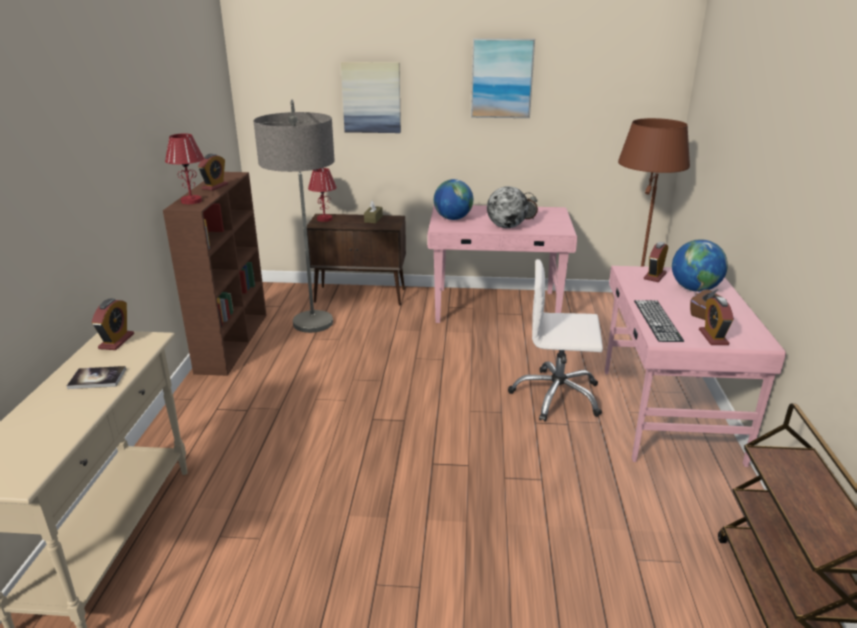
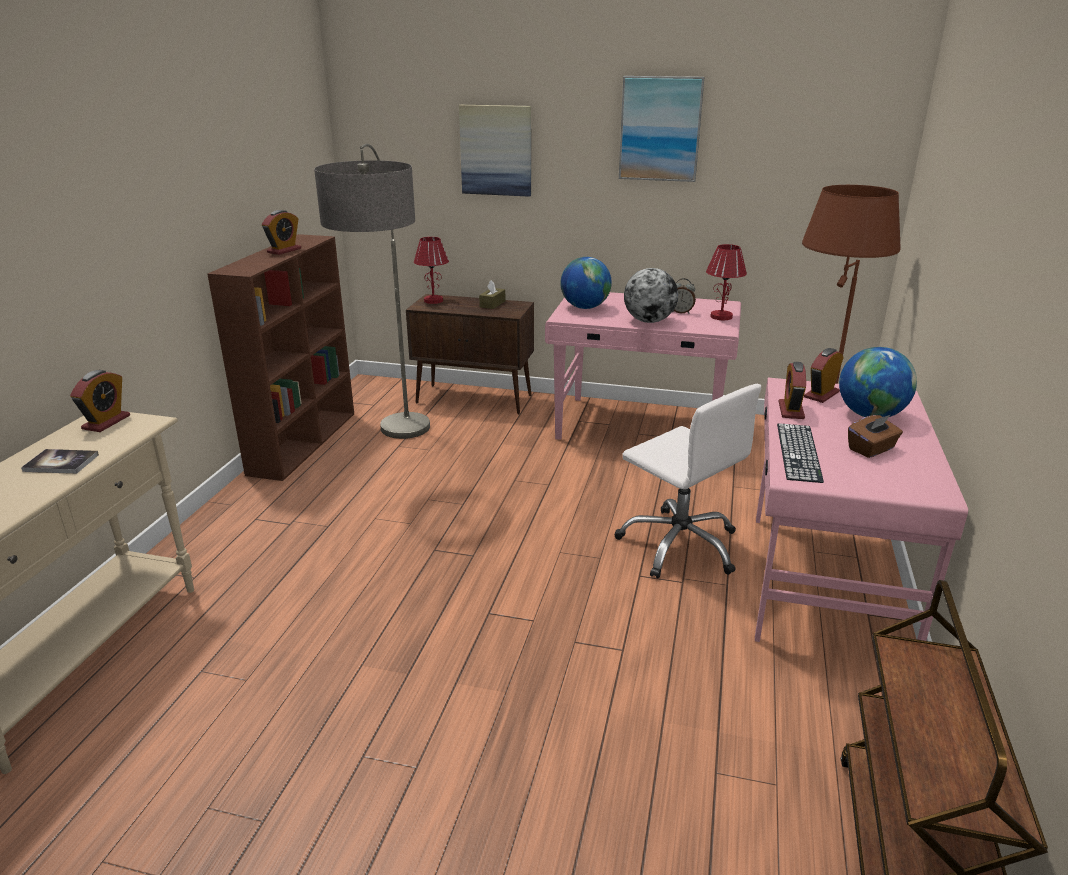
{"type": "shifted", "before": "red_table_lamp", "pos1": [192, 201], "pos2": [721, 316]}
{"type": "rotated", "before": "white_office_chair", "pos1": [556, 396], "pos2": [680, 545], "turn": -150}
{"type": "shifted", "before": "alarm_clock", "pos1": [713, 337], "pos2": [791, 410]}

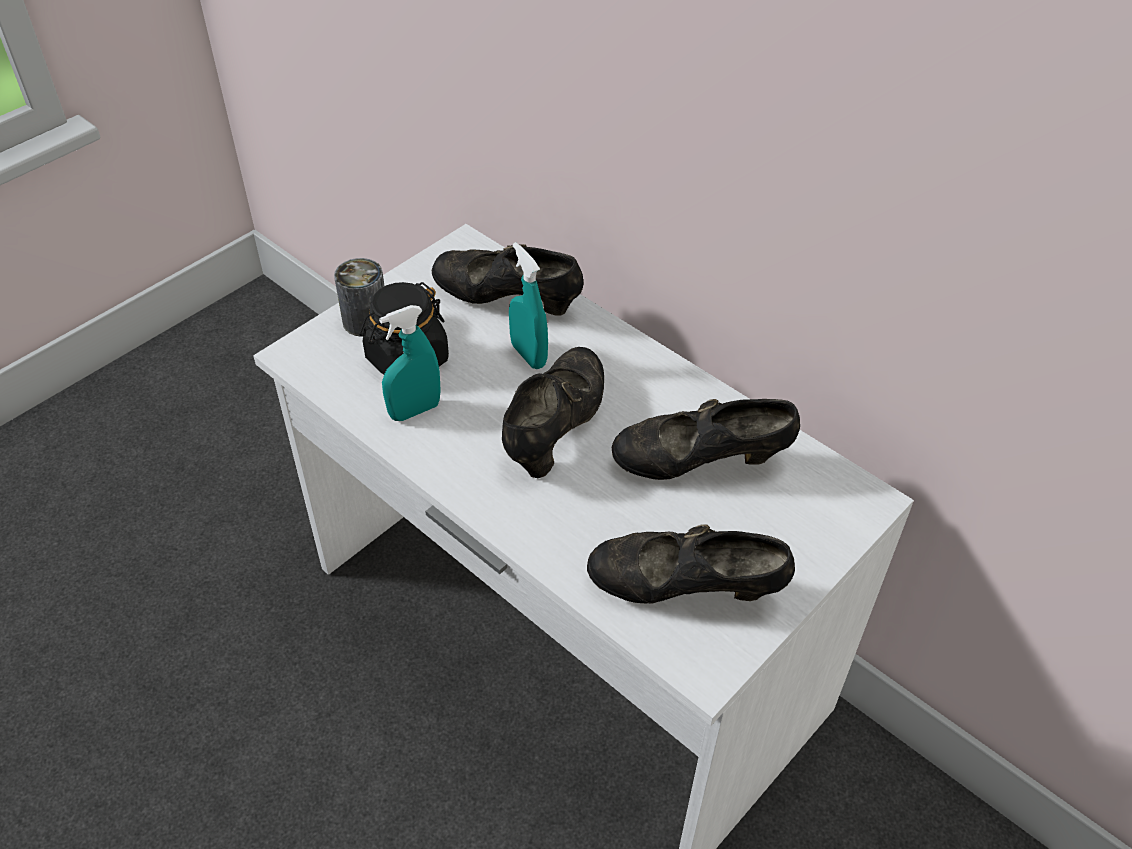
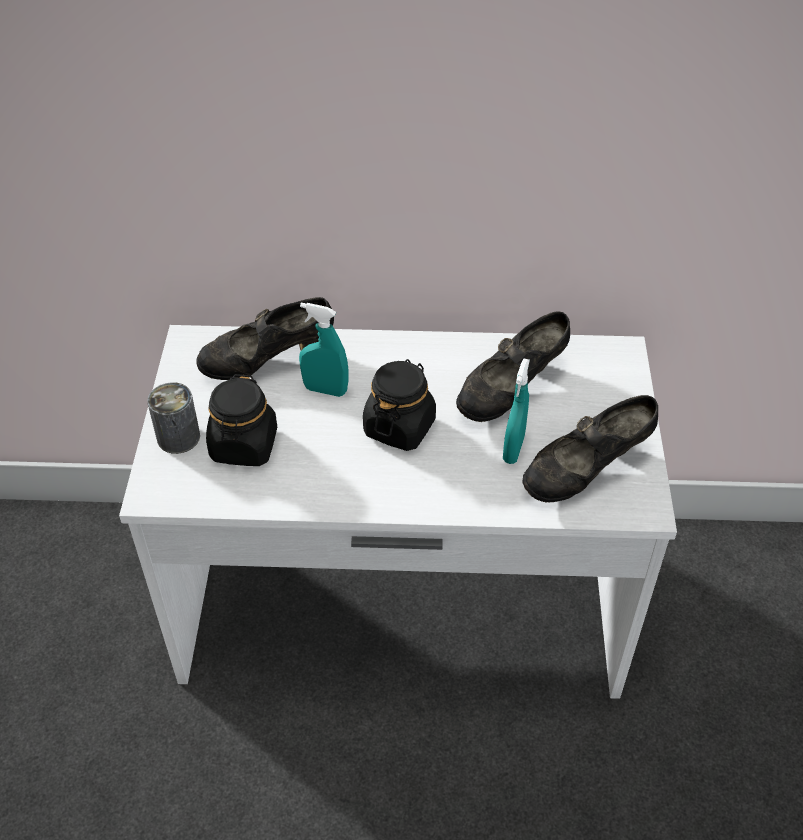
{"type": "shifted", "before": "turquoise_spray_bottle", "pos1": [415, 410], "pos2": [513, 449]}
{"type": "swapped", "before": "black_shoe", "after": "black_jar", "pos1": [555, 429], "pos2": [399, 427]}

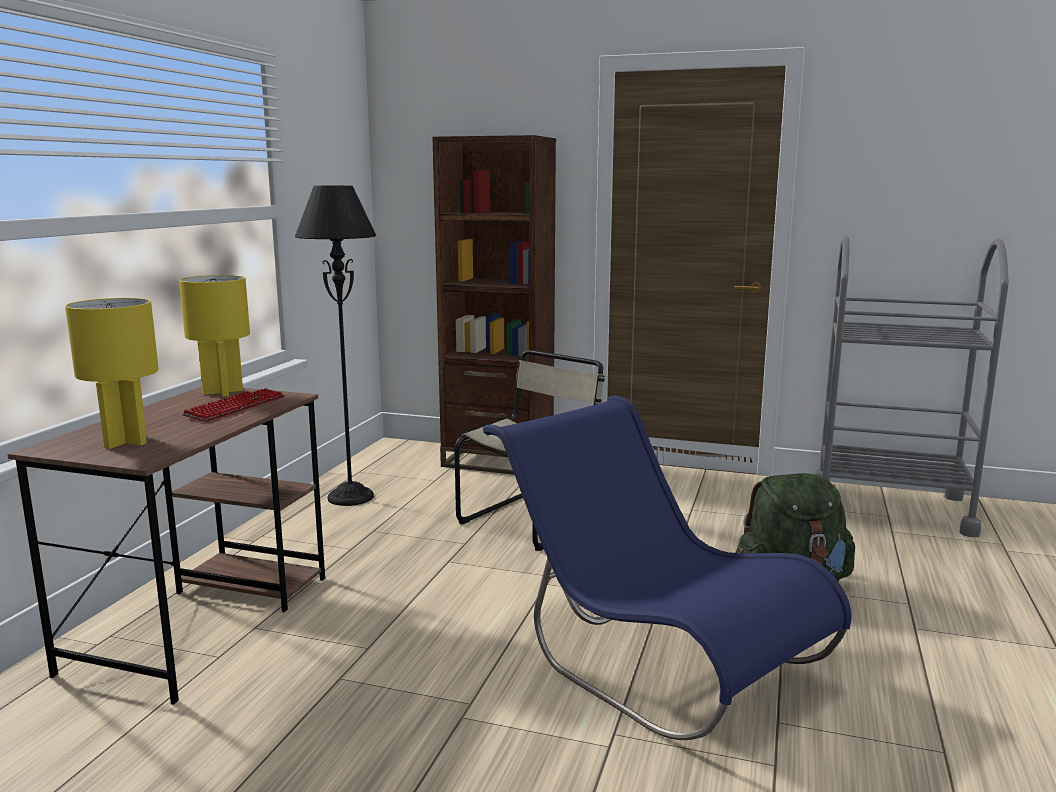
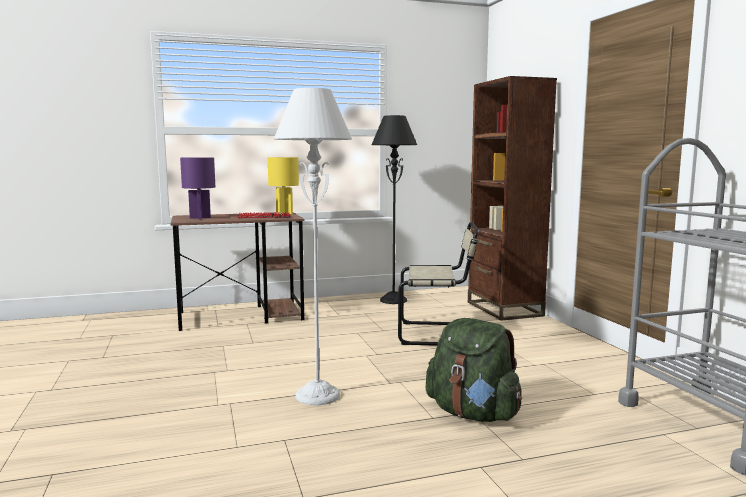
{"type": "repainted", "before": "yellow_table_lamp", "after": "purple_table_lamp", "pos1": [124, 442], "pos2": [200, 218]}
{"type": "swapped", "before": "blue_chair", "after": "grey_floor_lamp", "pos1": [653, 657], "pos2": [318, 395]}

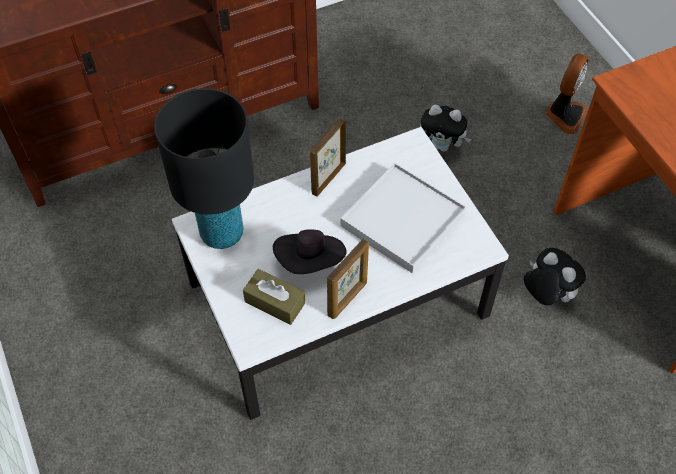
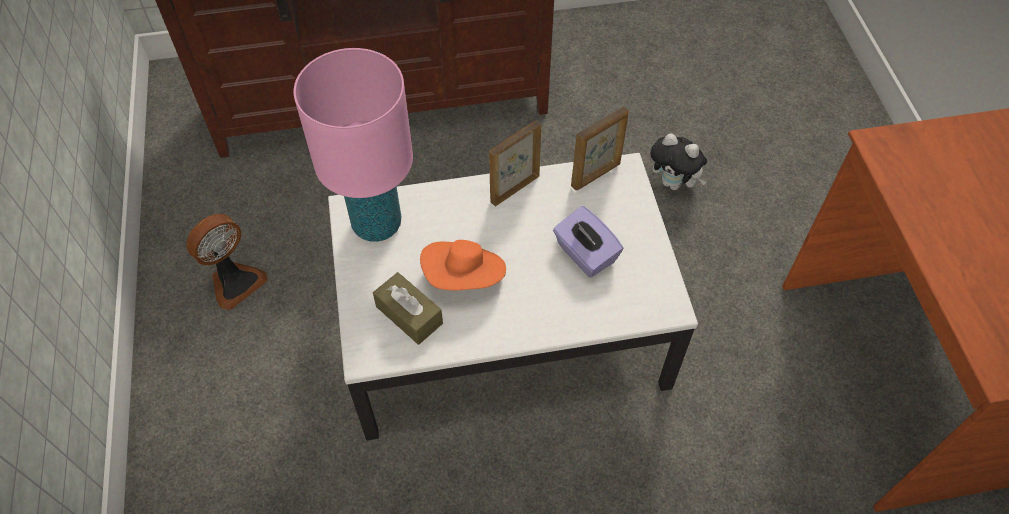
{"type": "shifted", "before": "fan", "pos1": [564, 115], "pos2": [235, 281]}
{"type": "repainted", "before": "black_table_lamp", "after": "pink_table_lamp", "pos1": [221, 233], "pos2": [376, 224]}
{"type": "swapped", "before": "white_tray", "after": "purple_tissue_box", "pos1": [403, 220], "pos2": [585, 254]}
{"type": "repainted", "before": "black_hat", "after": "orange_hat", "pos1": [310, 261], "pos2": [464, 277]}
{"type": "shifted", "before": "picture_frame", "pos1": [348, 299], "pos2": [596, 175]}
{"type": "gone", "before": "plush_toy", "pos1": [546, 295]}

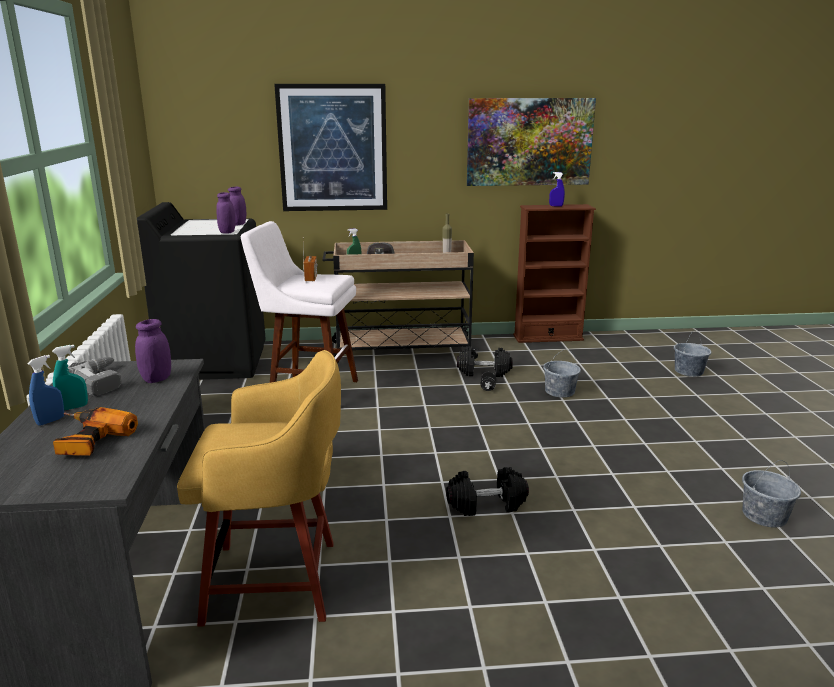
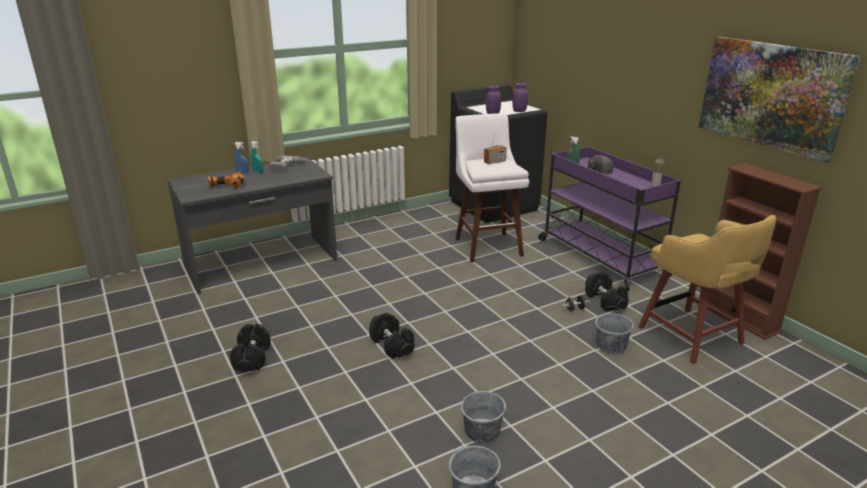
{"type": "gone", "before": "picture", "pos1": [333, 148]}
{"type": "gone", "before": "blue_spray_bottle", "pos1": [556, 206]}
{"type": "repainted", "before": "beige_cart", "after": "purple_cart", "pos1": [400, 350], "pos2": [599, 257]}
{"type": "gone", "before": "purple_jar", "pos1": [157, 379]}
{"type": "shifted", "before": "grey_bucket", "pos1": [688, 371], "pos2": [482, 431]}
{"type": "shifted", "before": "yellow_stool", "pos1": [277, 582], "pos2": [692, 337]}
{"type": "new", "after": "black_dumbbell", "pos2": [252, 358]}

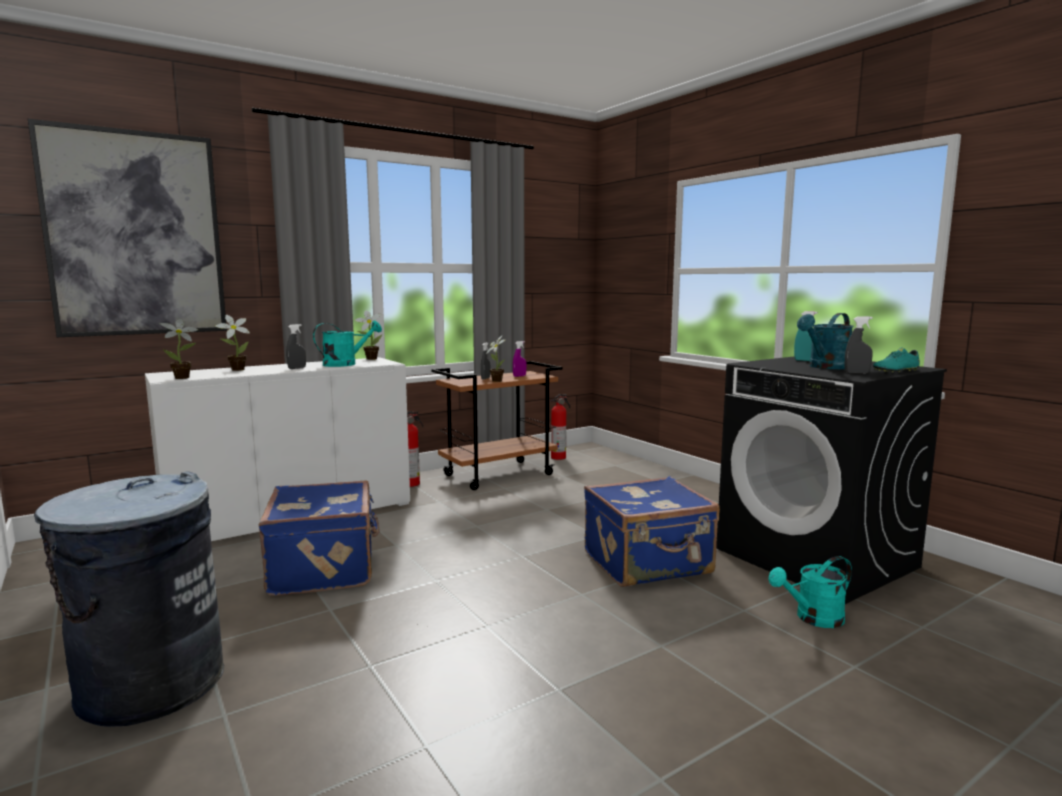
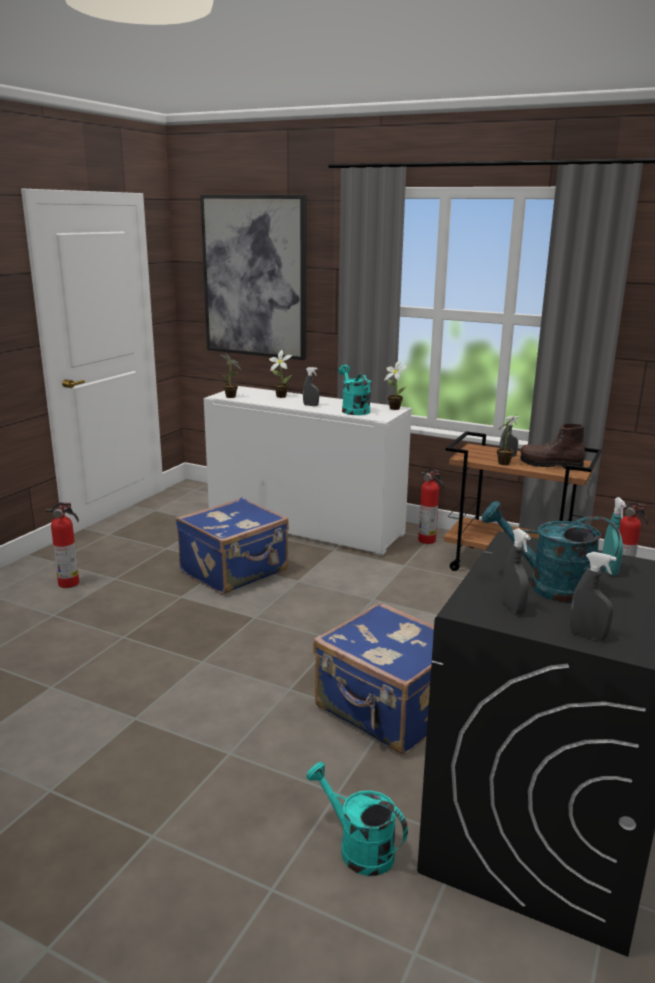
{"type": "rotated", "before": "turquoise_watering_can", "pos1": [346, 364], "pos2": [353, 410], "turn": -135}
{"type": "swapped", "before": "purple_spray_bottle", "after": "brown_boot", "pos1": [519, 376], "pos2": [550, 465]}
{"type": "swapped", "before": "turquoise_shoe", "after": "grey_spray_bottle", "pos1": [895, 371], "pos2": [587, 635]}
{"type": "swapped", "before": "grey_trash_can", "after": "fire_extinguisher", "pos1": [150, 684], "pos2": [70, 583]}

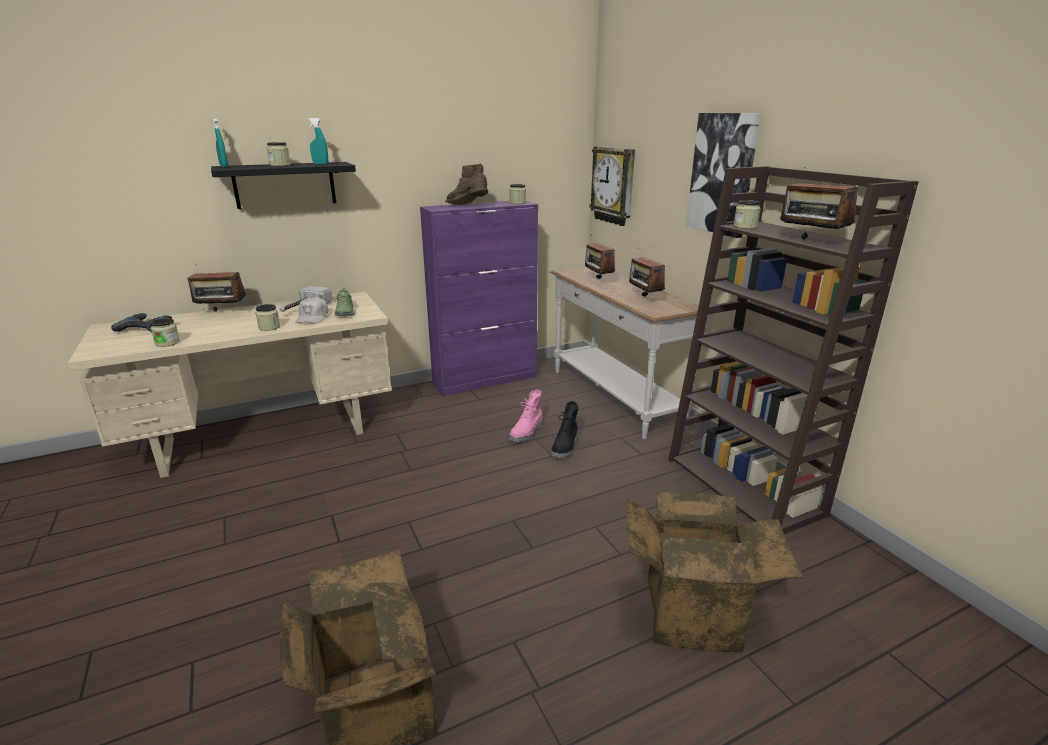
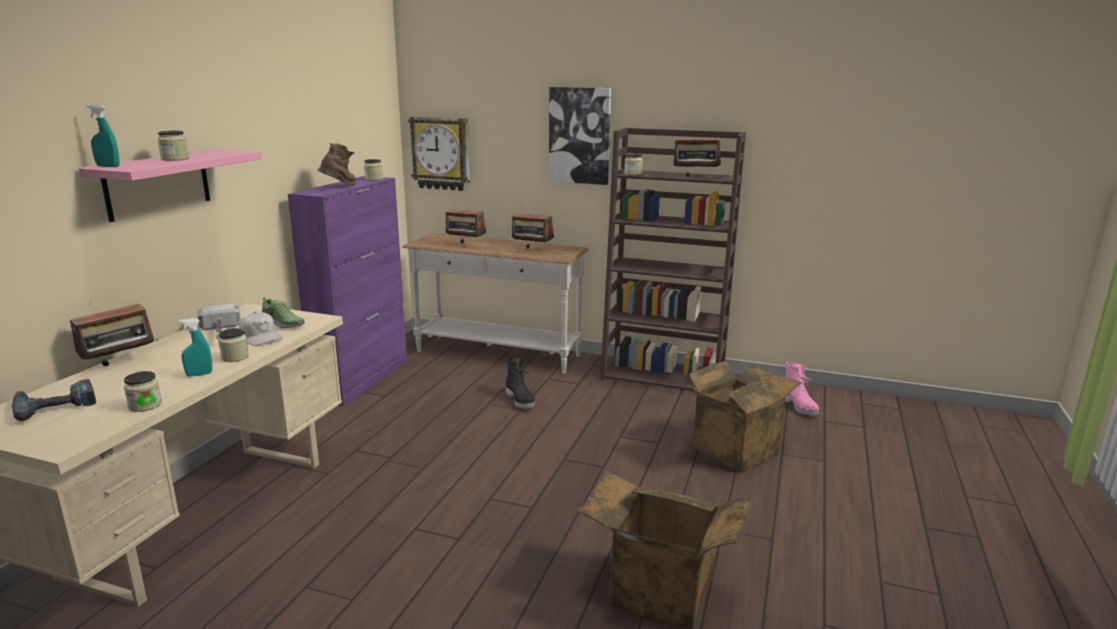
{"type": "shifted", "before": "turquoise_spray_bottle", "pos1": [320, 164], "pos2": [199, 374]}
{"type": "repainted", "before": "black_shelf", "after": "pink_shelf", "pos1": [285, 185], "pos2": [158, 184]}
{"type": "rotated", "before": "brown_boot", "pos1": [468, 206], "pos2": [340, 187], "turn": 120}
{"type": "shifted", "before": "pink_boot", "pos1": [527, 433], "pos2": [800, 407]}

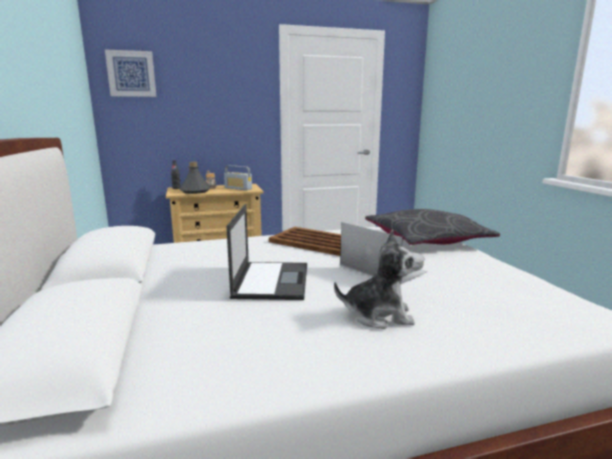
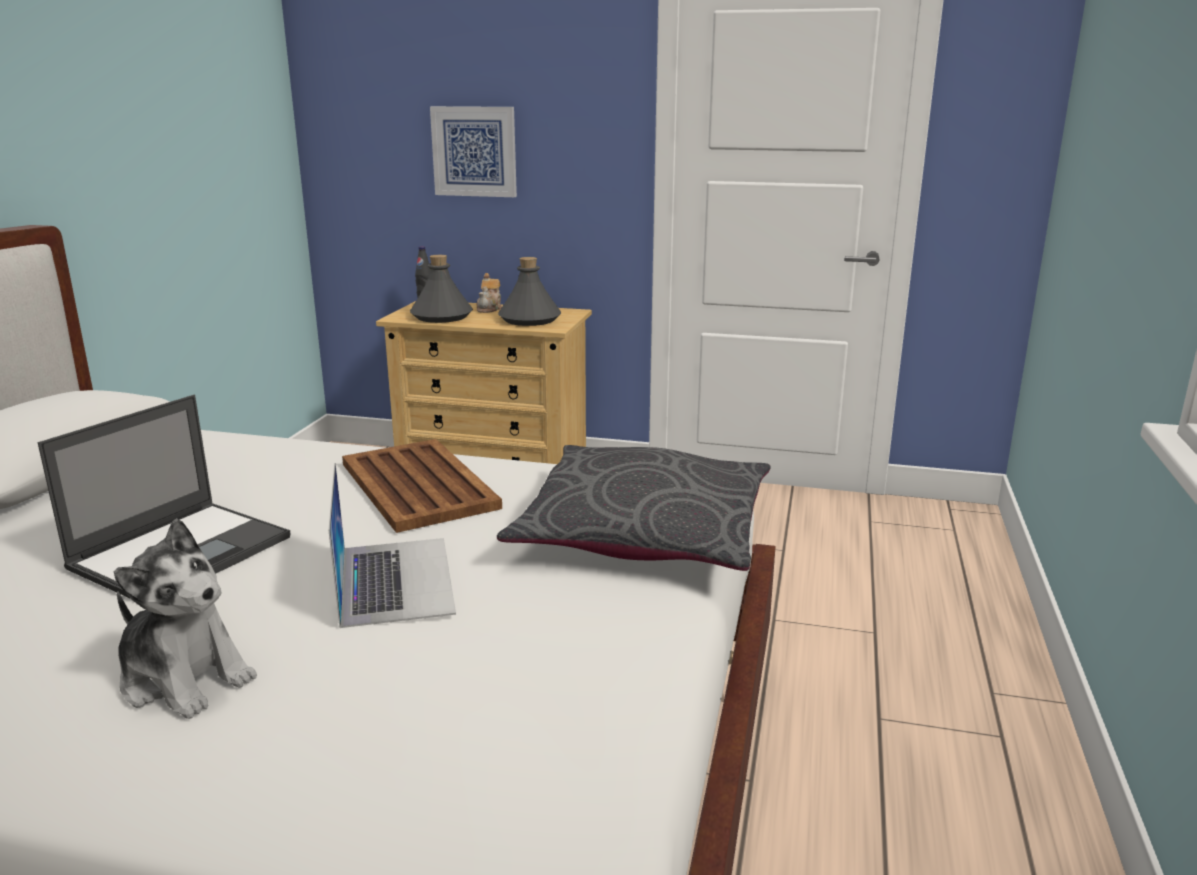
{"type": "shifted", "before": "picture", "pos1": [131, 74], "pos2": [474, 151]}
{"type": "swapped", "before": "radio", "after": "grey_bottle", "pos1": [238, 188], "pos2": [530, 319]}

